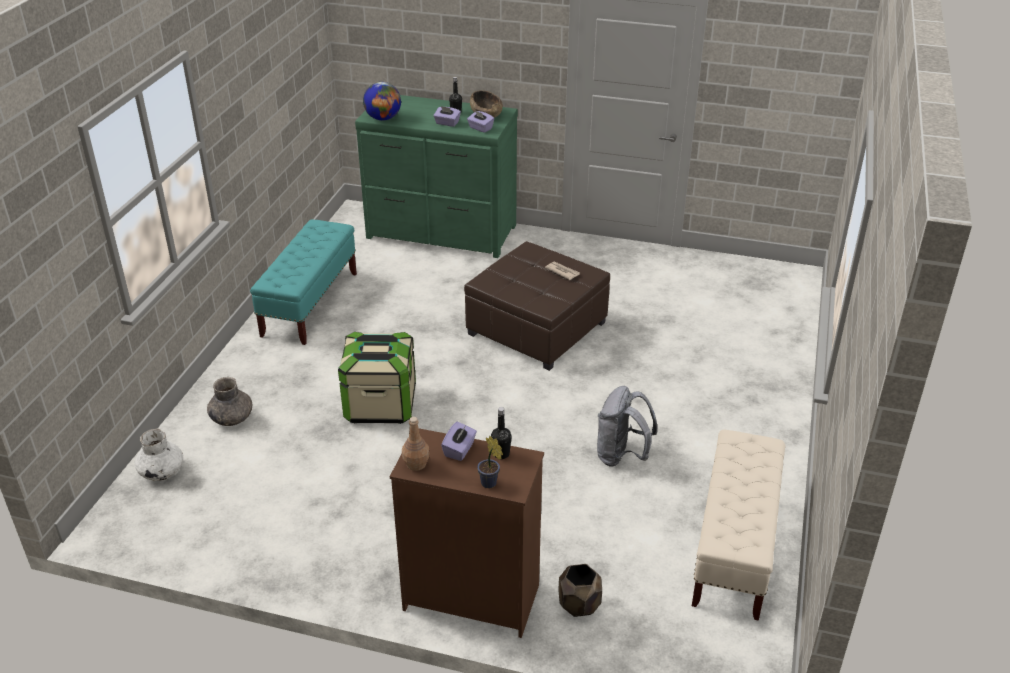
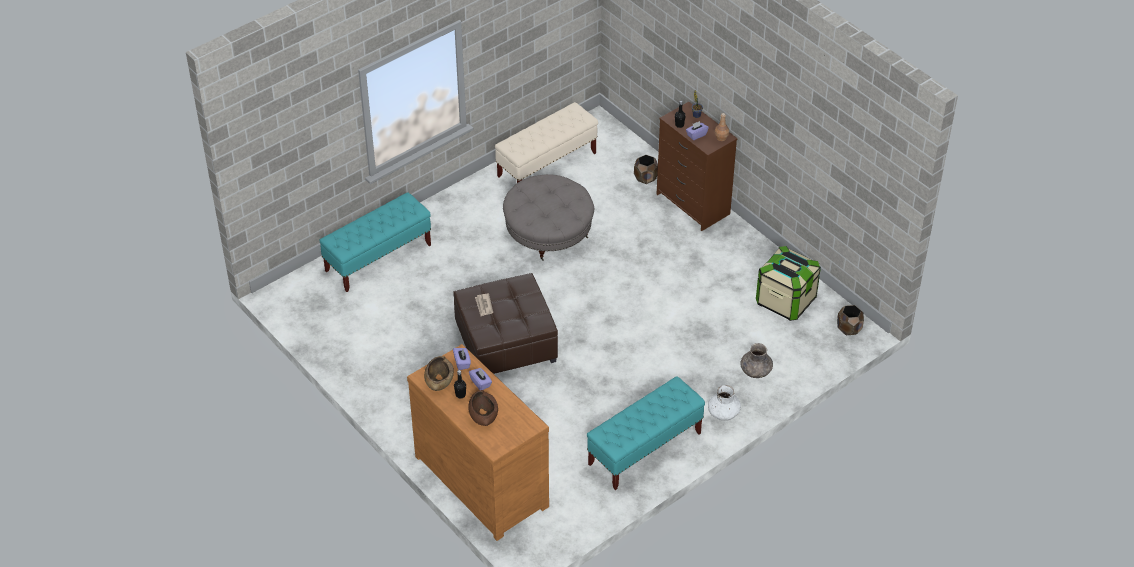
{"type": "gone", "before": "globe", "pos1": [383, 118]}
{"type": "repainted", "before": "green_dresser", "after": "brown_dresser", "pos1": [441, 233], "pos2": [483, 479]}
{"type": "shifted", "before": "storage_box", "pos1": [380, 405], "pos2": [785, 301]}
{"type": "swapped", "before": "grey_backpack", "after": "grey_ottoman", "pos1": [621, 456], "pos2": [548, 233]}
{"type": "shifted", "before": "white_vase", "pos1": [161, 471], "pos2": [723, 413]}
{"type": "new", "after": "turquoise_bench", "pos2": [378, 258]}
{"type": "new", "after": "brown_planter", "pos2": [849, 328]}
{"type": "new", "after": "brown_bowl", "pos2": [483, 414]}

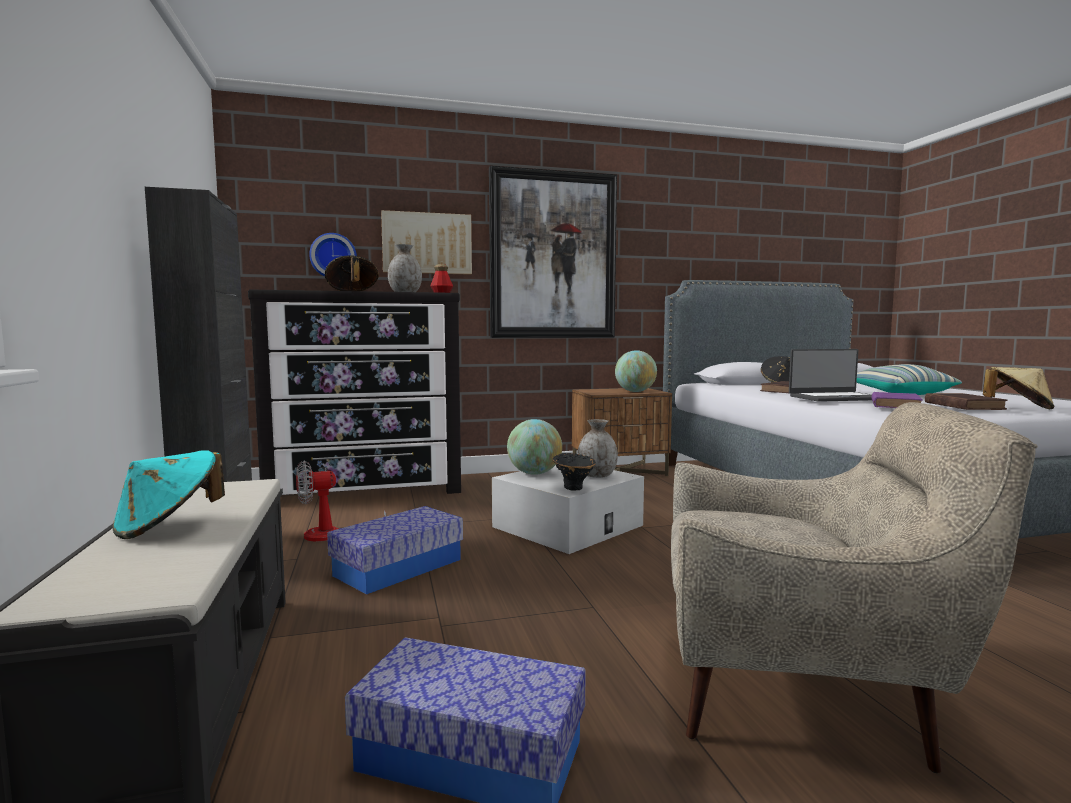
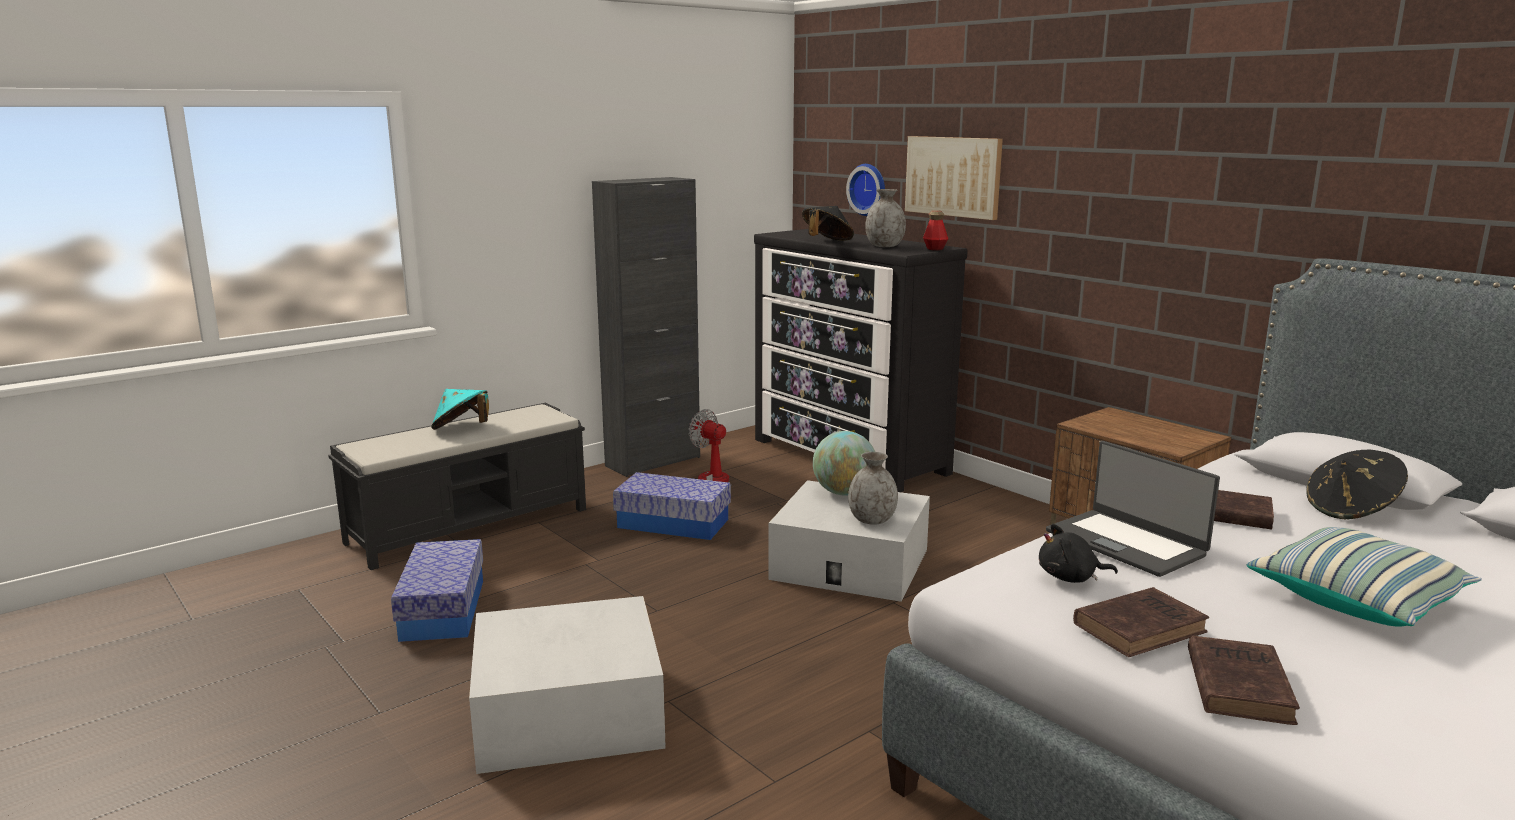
{"type": "gone", "before": "picture", "pos1": [553, 256]}
{"type": "gone", "before": "globe", "pos1": [635, 391]}
{"type": "swapped", "before": "beige_hat", "after": "brown_book", "pos1": [1018, 408], "pos2": [1238, 684]}
{"type": "swapped", "before": "purple_book", "after": "black_plush_toy", "pos1": [895, 405], "pos2": [1070, 578]}
{"type": "swapped", "before": "beige_armchair", "after": "white_storage_box", "pos1": [803, 688], "pos2": [568, 712]}
{"type": "gone", "before": "black_vase", "pos1": [574, 487]}

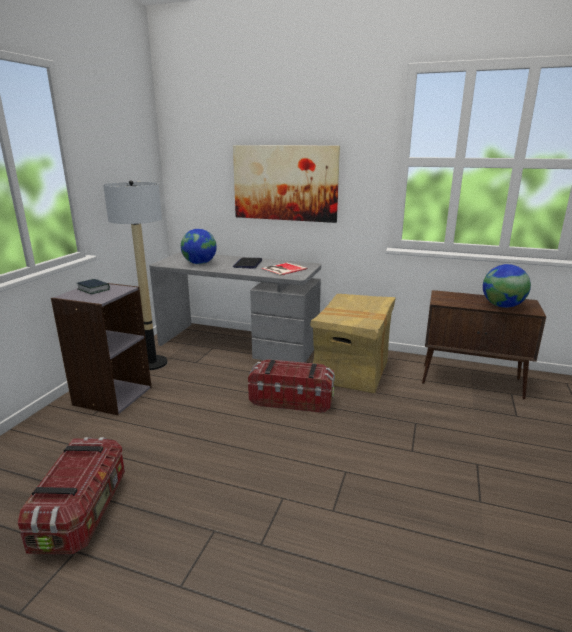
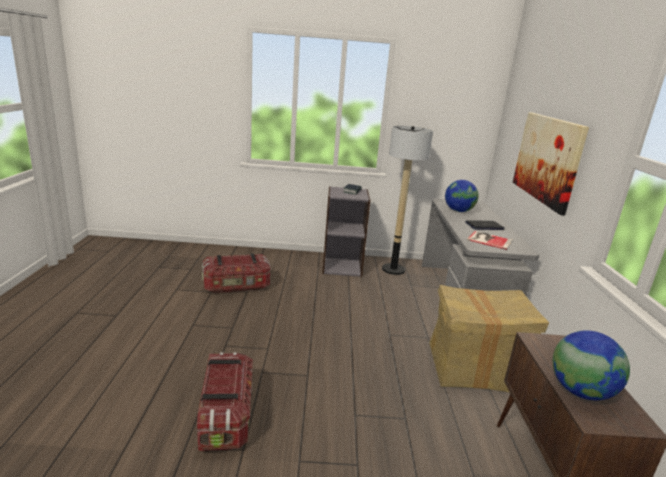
{"type": "shifted", "before": "storage_box", "pos1": [291, 400], "pos2": [226, 416]}

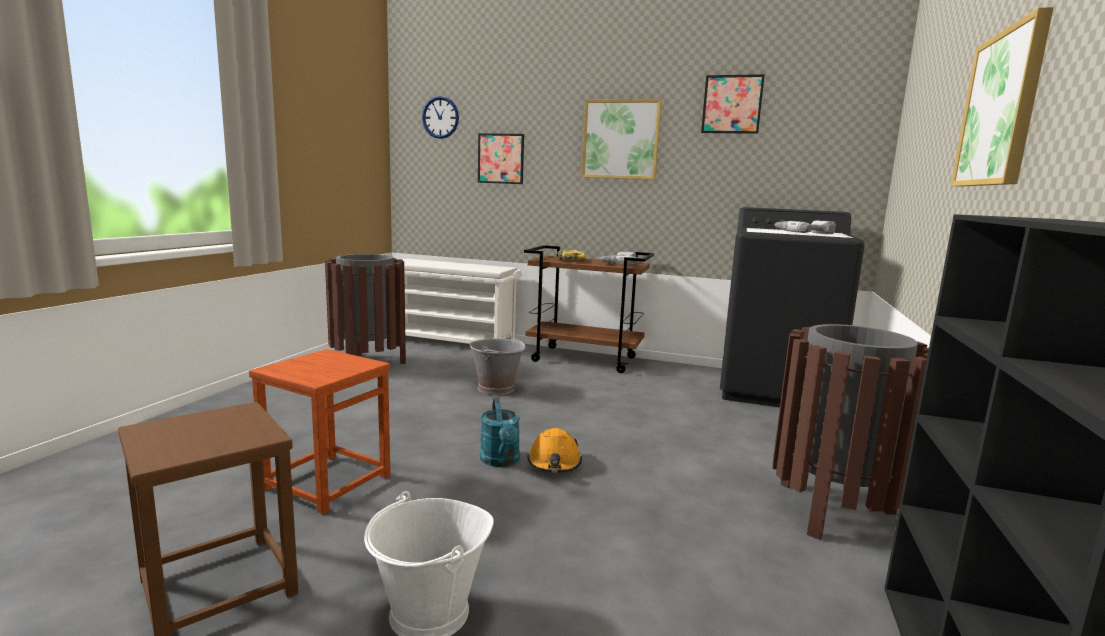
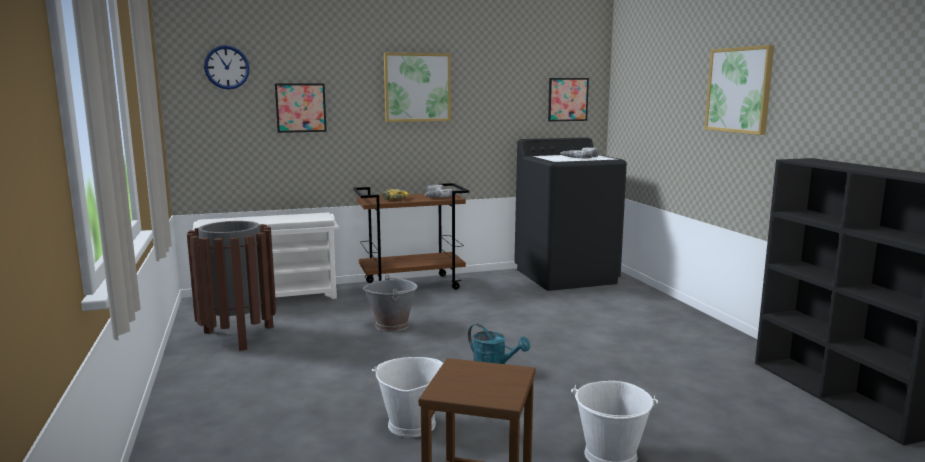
{"type": "shifted", "before": "picture", "pos1": [732, 104], "pos2": [568, 99]}
{"type": "gone", "before": "brown_trash_can", "pos1": [833, 511]}
{"type": "swapped", "before": "brown_stool", "after": "white_bucket", "pos1": [327, 481], "pos2": [411, 425]}
{"type": "gone", "before": "orange_hard_hat", "pos1": [554, 463]}

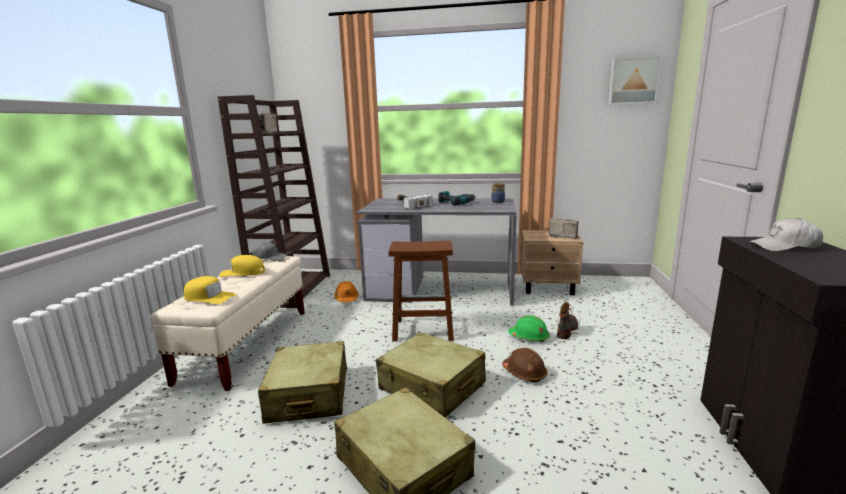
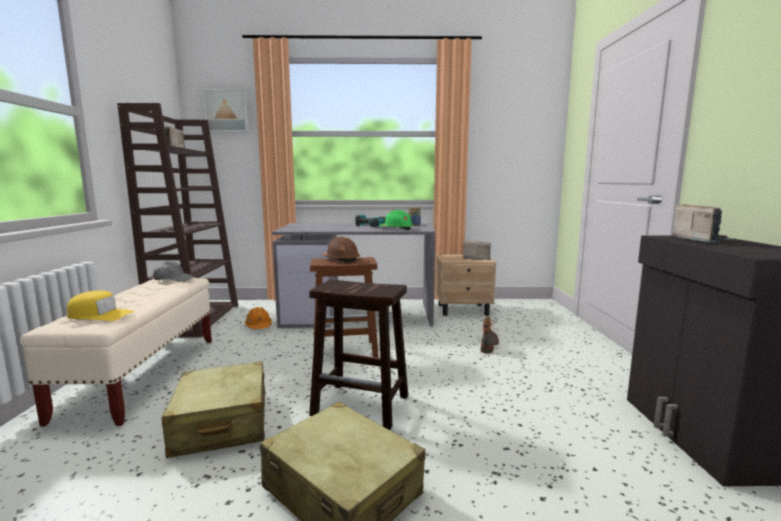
{"type": "shifted", "before": "picture", "pos1": [633, 81], "pos2": [226, 111]}
{"type": "gone", "before": "hammer", "pos1": [410, 205]}
{"type": "swapped", "before": "white_cap", "after": "radio", "pos1": [784, 246], "pos2": [700, 240]}
{"type": "gone", "before": "yellow_cap", "pos1": [243, 273]}
{"type": "shifted", "before": "green_hard_hat", "pos1": [529, 337], "pos2": [396, 229]}
{"type": "swapped", "before": "beige_suitcase", "after": "brown_stool", "pos1": [432, 386], "pos2": [362, 405]}
{"type": "shifted", "before": "brown_hard_hat", "pos1": [524, 373], "pos2": [341, 259]}

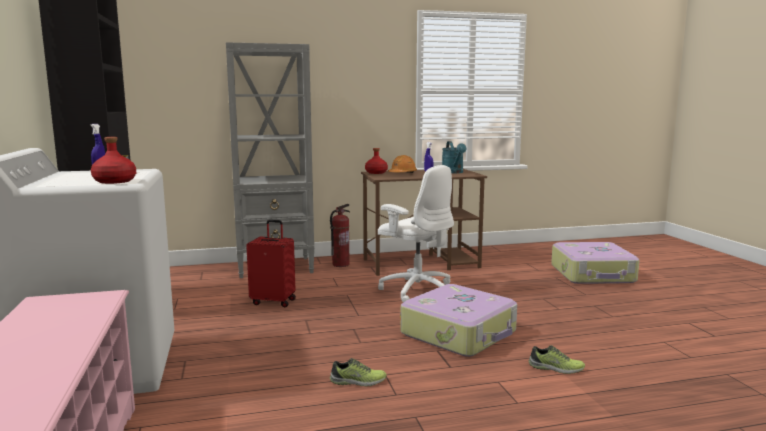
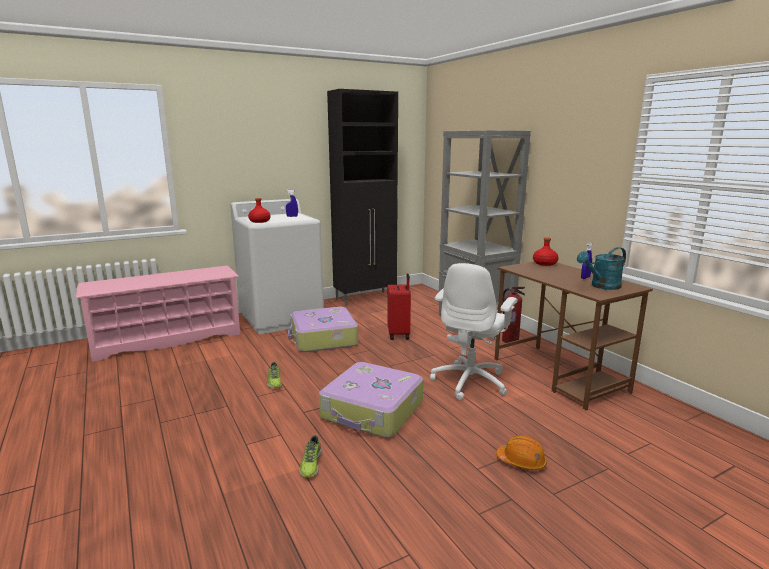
{"type": "shifted", "before": "orange_hard_hat", "pos1": [402, 173], "pos2": [521, 461]}
{"type": "shifted", "before": "suitcase", "pos1": [593, 274], "pos2": [323, 339]}

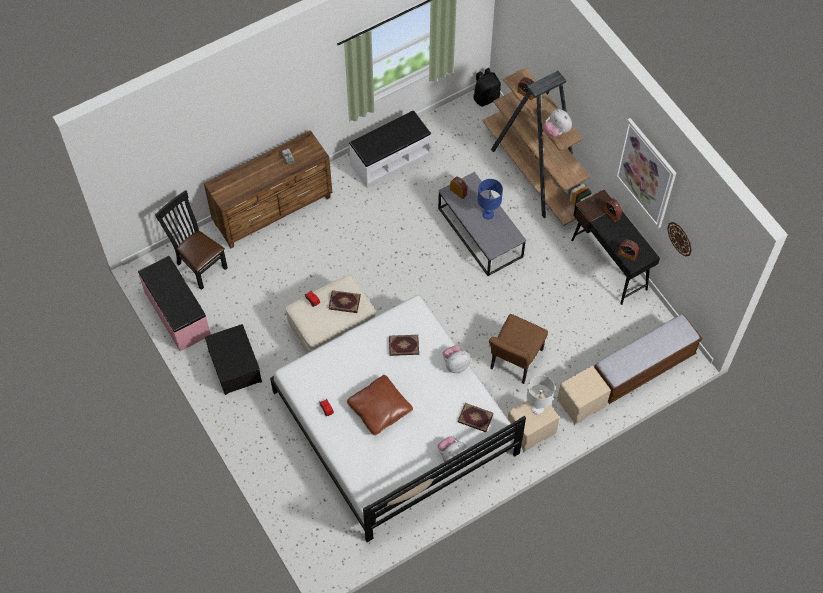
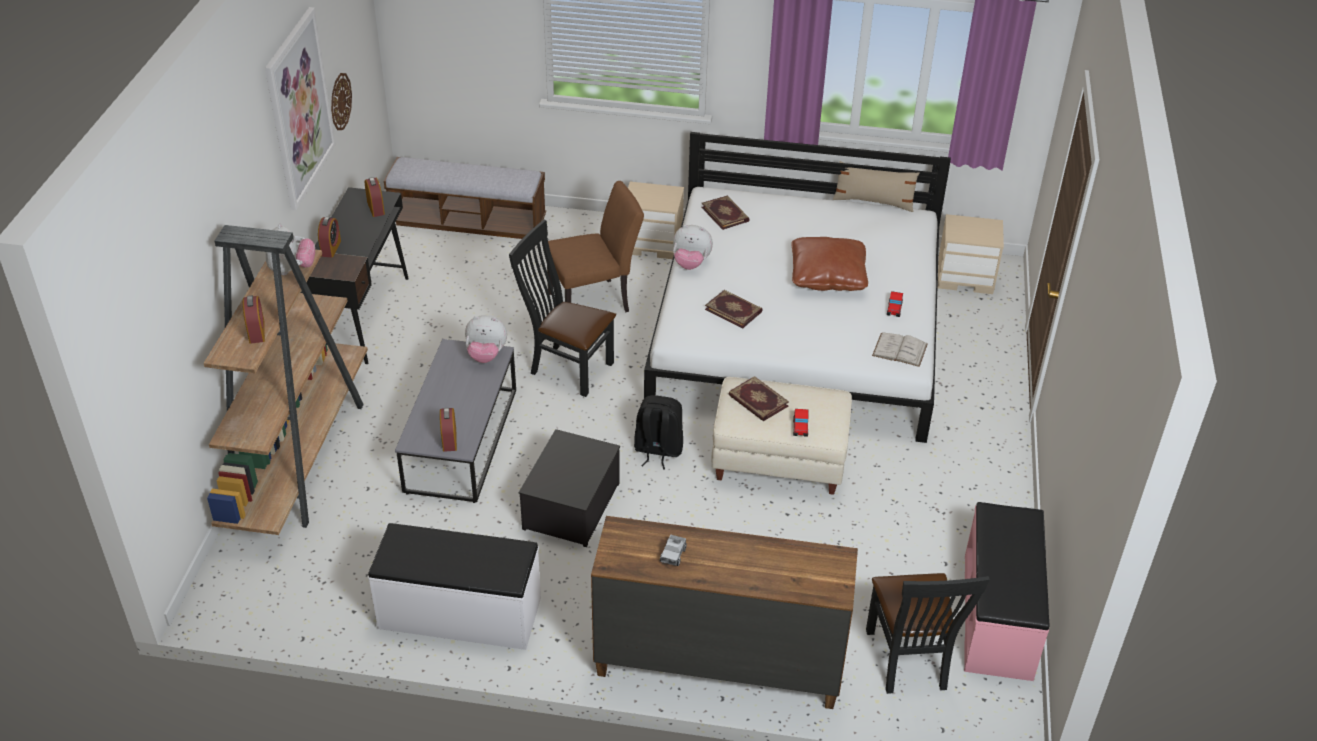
{"type": "shifted", "before": "black_backpack", "pos1": [486, 97], "pos2": [657, 450]}
{"type": "gone", "before": "blue_table_lamp", "pos1": [488, 214]}
{"type": "shifted", "before": "storage_box", "pos1": [234, 366], "pos2": [572, 507]}
{"type": "shifted", "before": "beige_nightstand", "pos1": [581, 404], "pos2": [966, 277]}
{"type": "gone", "before": "white_table_lamp", "pos1": [537, 408]}
{"type": "shifted", "before": "plush_toy", "pos1": [451, 455], "pos2": [486, 355]}
{"type": "new", "after": "black_chair", "pos2": [567, 367]}
{"type": "new", "after": "white_book", "pos2": [899, 350]}

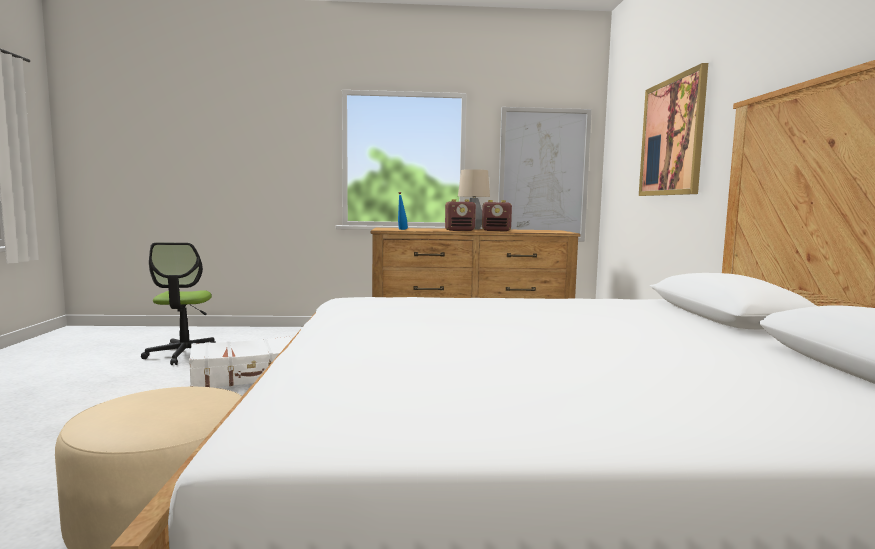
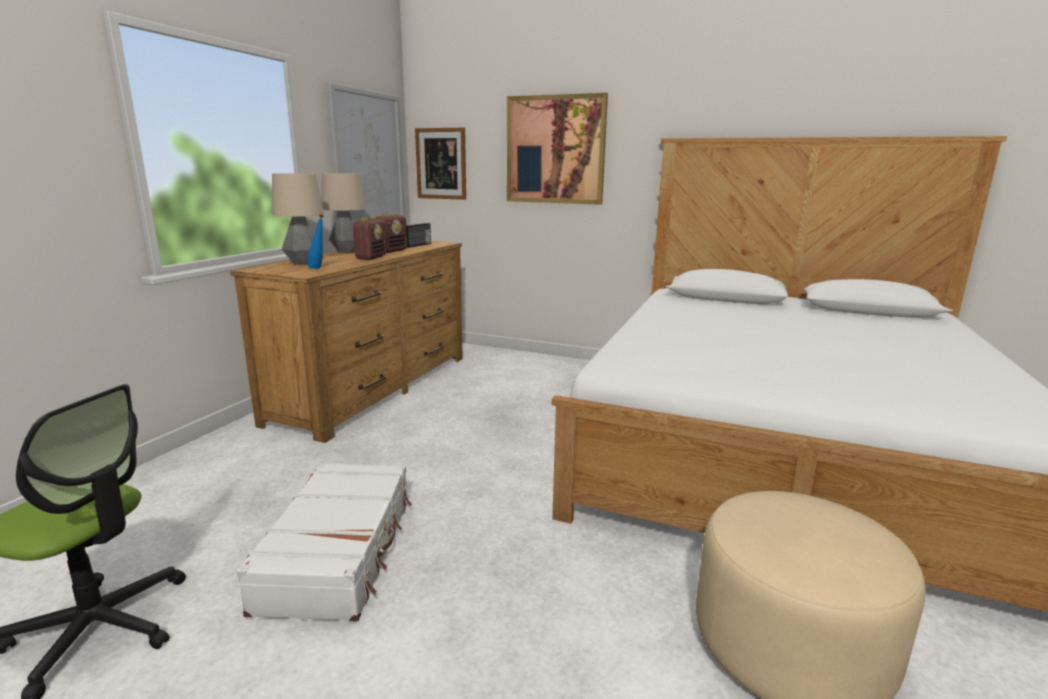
{"type": "new", "after": "picture", "pos2": [441, 164]}
{"type": "new", "after": "table_lamp", "pos2": [303, 263]}
{"type": "new", "after": "radio", "pos2": [417, 245]}

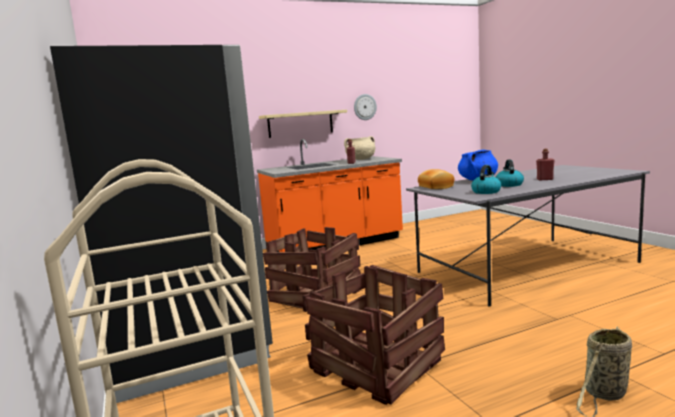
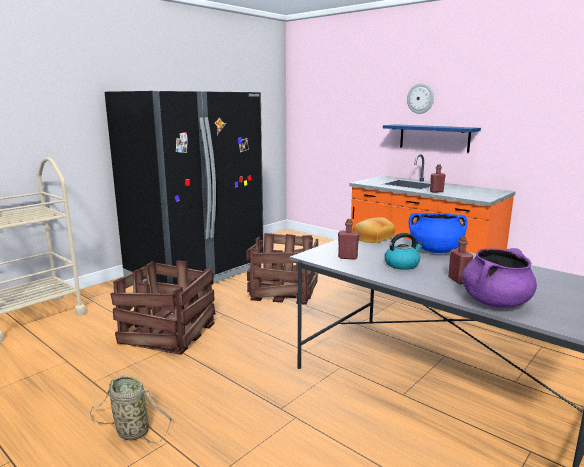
{"type": "shifted", "before": "wall_clock", "pos1": [364, 107], "pos2": [420, 98]}
{"type": "repainted", "before": "beige_shelf", "after": "blue_shelf", "pos1": [300, 124], "pos2": [434, 137]}
{"type": "gone", "before": "beige_cooking_pot", "pos1": [360, 159]}
{"type": "swapped", "before": "kettle", "after": "red_bottle", "pos1": [486, 192], "pos2": [347, 257]}
{"type": "new", "after": "purple_cooking_pot", "pos2": [495, 302]}

